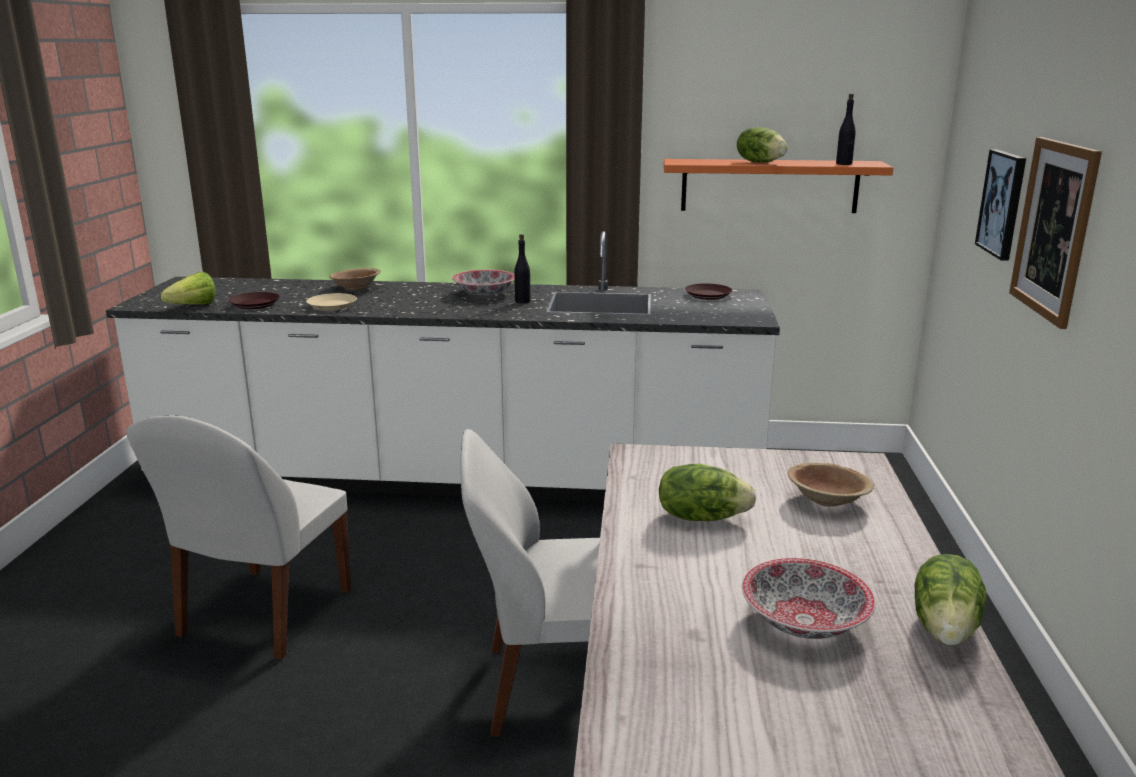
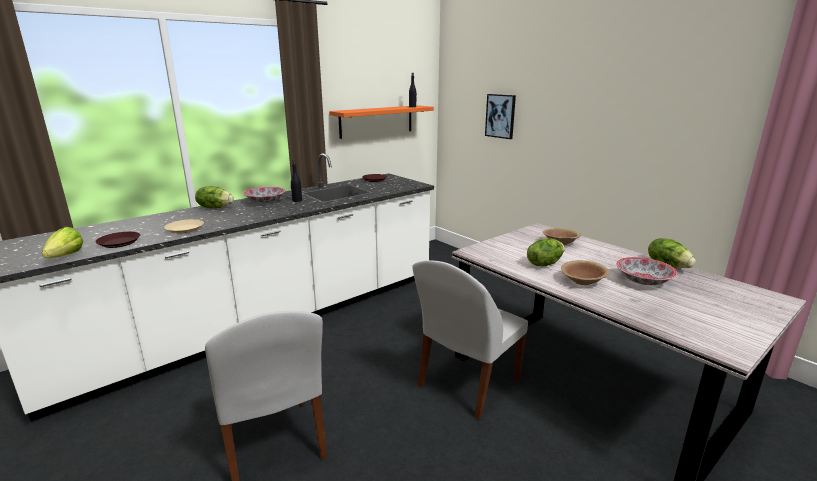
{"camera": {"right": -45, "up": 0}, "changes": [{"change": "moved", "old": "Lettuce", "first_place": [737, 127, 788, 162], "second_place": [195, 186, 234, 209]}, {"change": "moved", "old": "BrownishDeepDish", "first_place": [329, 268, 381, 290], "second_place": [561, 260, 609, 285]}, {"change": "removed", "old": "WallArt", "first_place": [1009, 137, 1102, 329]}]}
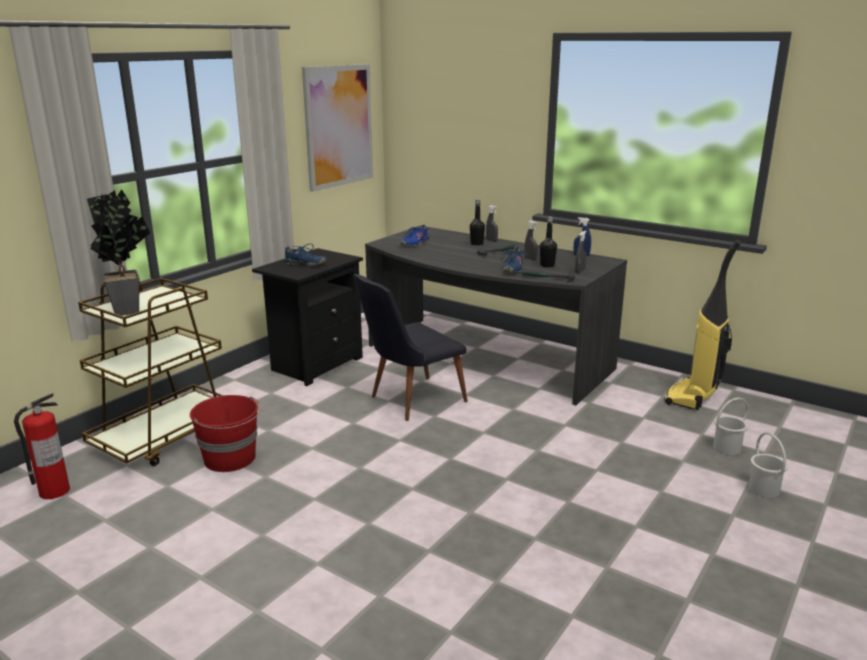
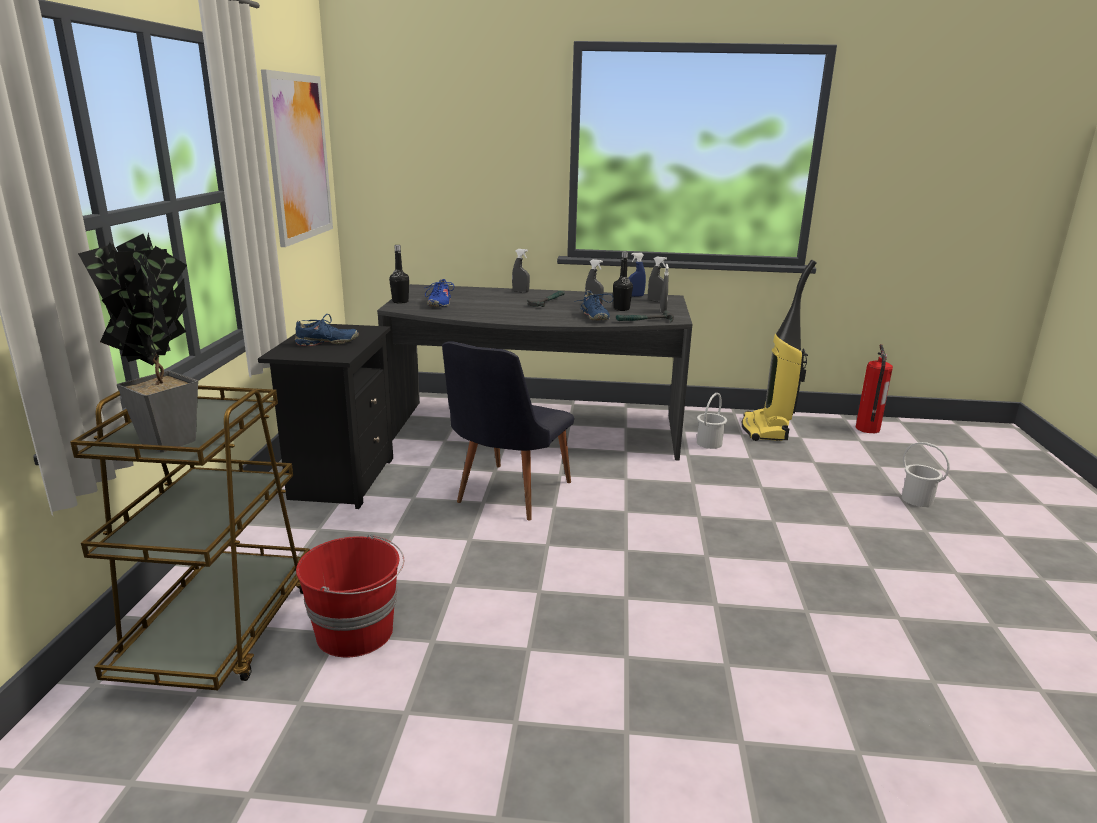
{"camera": {"right": -30, "up": 0}, "changes": [{"change": "moved", "old": "BlackColouredDrinkBottle", "first_place": [470, 199, 485, 246], "second_place": [389, 245, 409, 304]}, {"change": "added", "new": "GreyishSprayBottle", "second_place": [648, 257, 667, 302]}, {"change": "moved", "old": "WhiteColouredBucket", "first_place": [713, 397, 748, 455], "second_place": [697, 393, 727, 449]}, {"change": "moved", "old": "Extinguisher", "first_place": [14, 393, 70, 499], "second_place": [855, 344, 893, 433]}]}
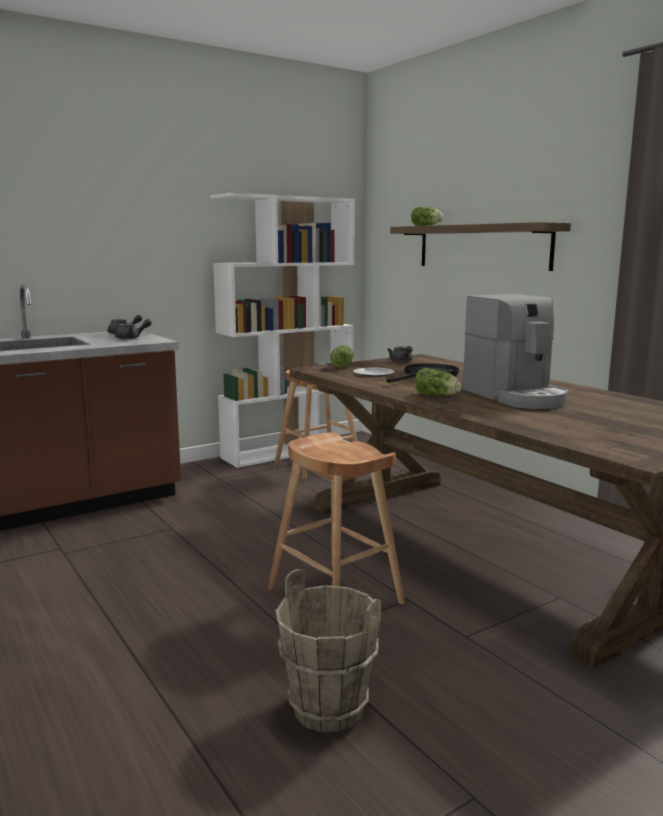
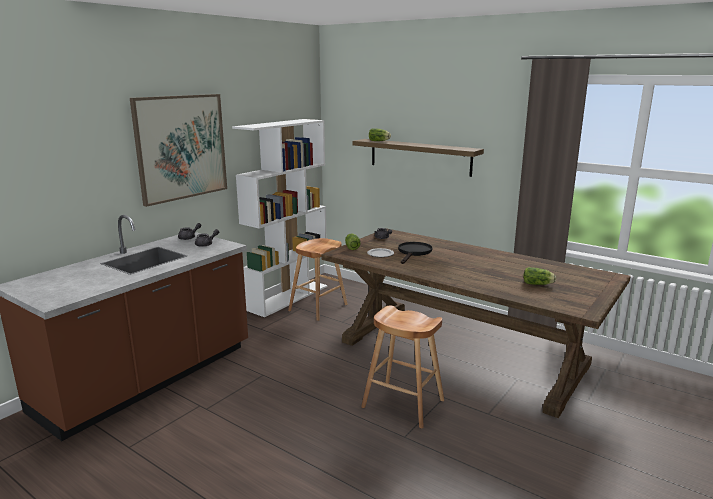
{"camera": {"right": -20, "up": 5}, "changes": [{"change": "added", "new": "WallArt", "second_place": [130, 94, 227, 207]}, {"change": "moved", "old": "Lettuce", "first_place": [414, 368, 462, 396], "second_place": [523, 267, 556, 285]}, {"change": "removed", "old": "BrownishBucket", "first_place": [275, 569, 381, 732]}, {"change": "removed", "old": "CoffeeBrewer", "first_place": [463, 294, 568, 409]}]}
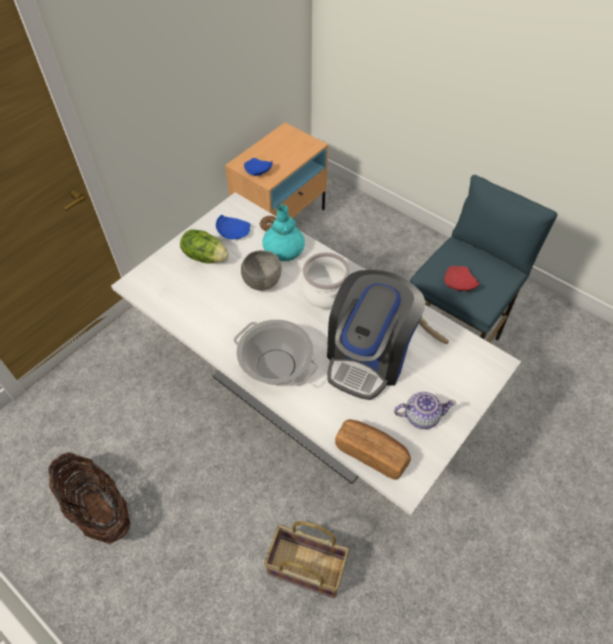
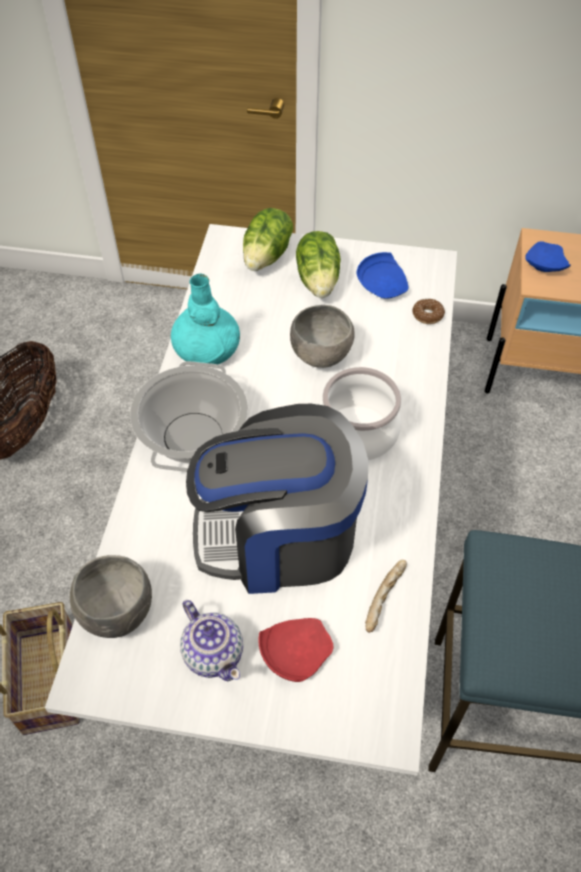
{"camera": {"right": 60, "up": 0}, "changes": [{"change": "replaced", "old": "BakedBread", "new": "GreyishDeepDish", "first_place": [335, 419, 411, 480], "second_place": [70, 555, 152, 638]}, {"change": "moved", "old": "BlueGreenDecorativeVase", "first_place": [262, 204, 305, 261], "second_place": [171, 273, 240, 364]}, {"change": "added", "new": "Lettuce", "second_place": [243, 208, 293, 271]}, {"change": "moved", "old": "RedColouredFlatDish", "first_place": [444, 266, 480, 291], "second_place": [259, 618, 334, 682]}]}
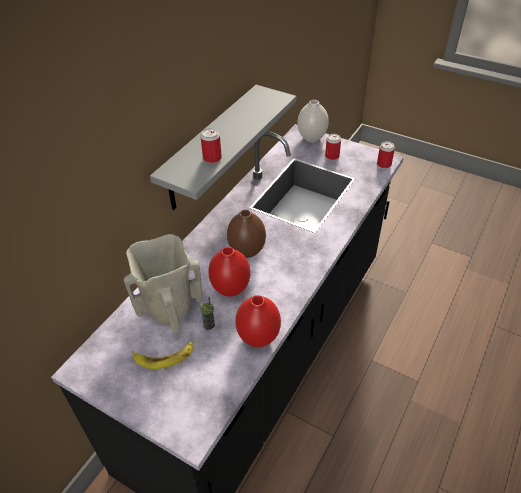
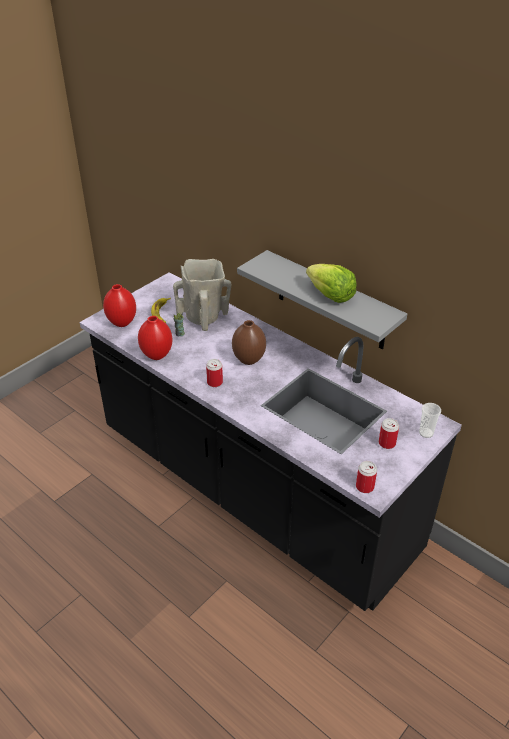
{"camera": {"right": 100, "up": -5}, "changes": [{"change": "moved", "old": "RedColouredDecorativeVase", "first_place": [208, 247, 250, 297], "second_place": [103, 284, 136, 327]}, {"change": "moved", "old": "Can", "first_place": [200, 128, 222, 163], "second_place": [206, 359, 223, 387]}, {"change": "added", "new": "Lettuce", "second_place": [306, 264, 357, 303]}, {"change": "replaced", "old": "WhiteColouredDecorativeVase", "new": "DrinkingCup", "first_place": [297, 100, 329, 142], "second_place": [419, 403, 441, 438]}]}
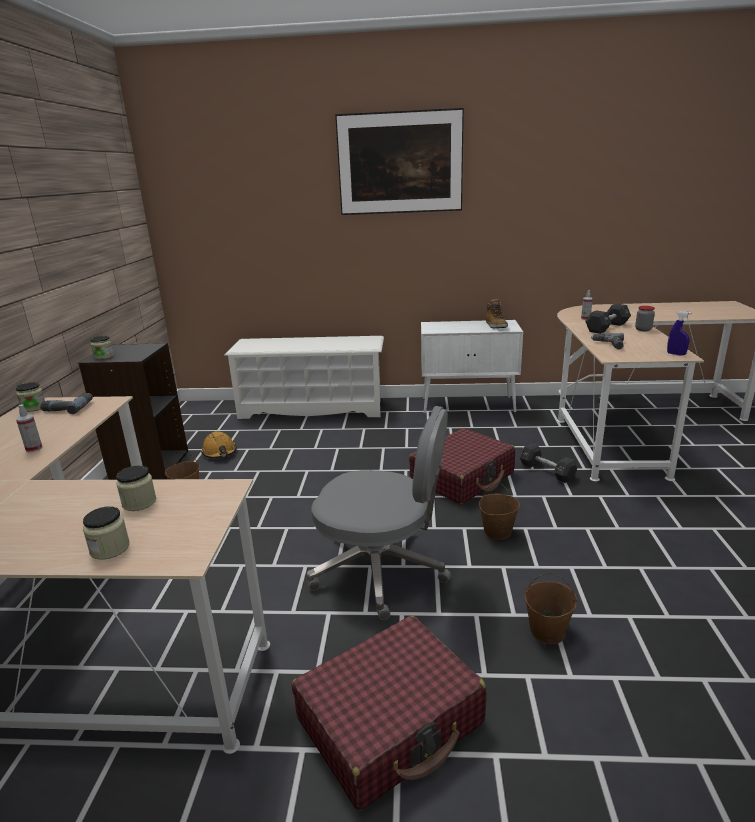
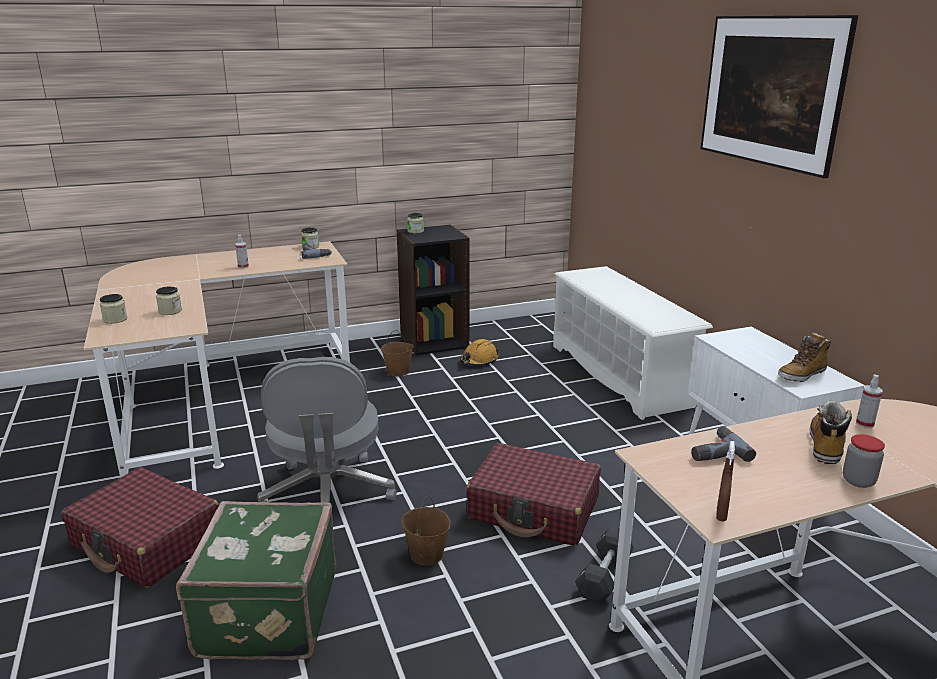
{"camera": {"right": 65, "up": 0}, "changes": [{"change": "replaced", "old": "BrownishBucket", "new": "GreenPieceOfLuggage", "first_place": [525, 572, 577, 644], "second_place": [176, 501, 336, 660]}, {"change": "recoloured", "old": "BlueSprayBottle", "new": "BrownishSprayBottle", "first_place": [667, 311, 692, 356], "second_place": [716, 441, 735, 521]}, {"change": "replaced", "old": "BlackColouredFreeWeight", "new": "HighTopBoot", "first_place": [585, 304, 631, 334], "second_place": [810, 401, 852, 464]}]}
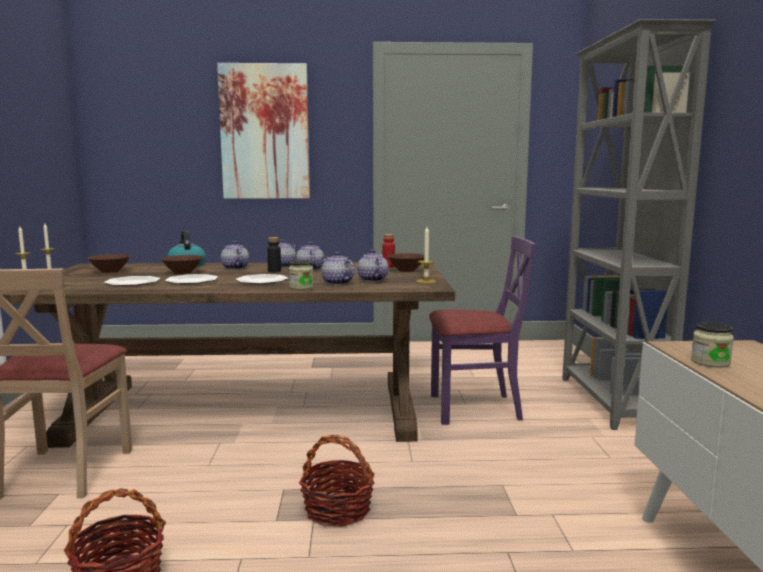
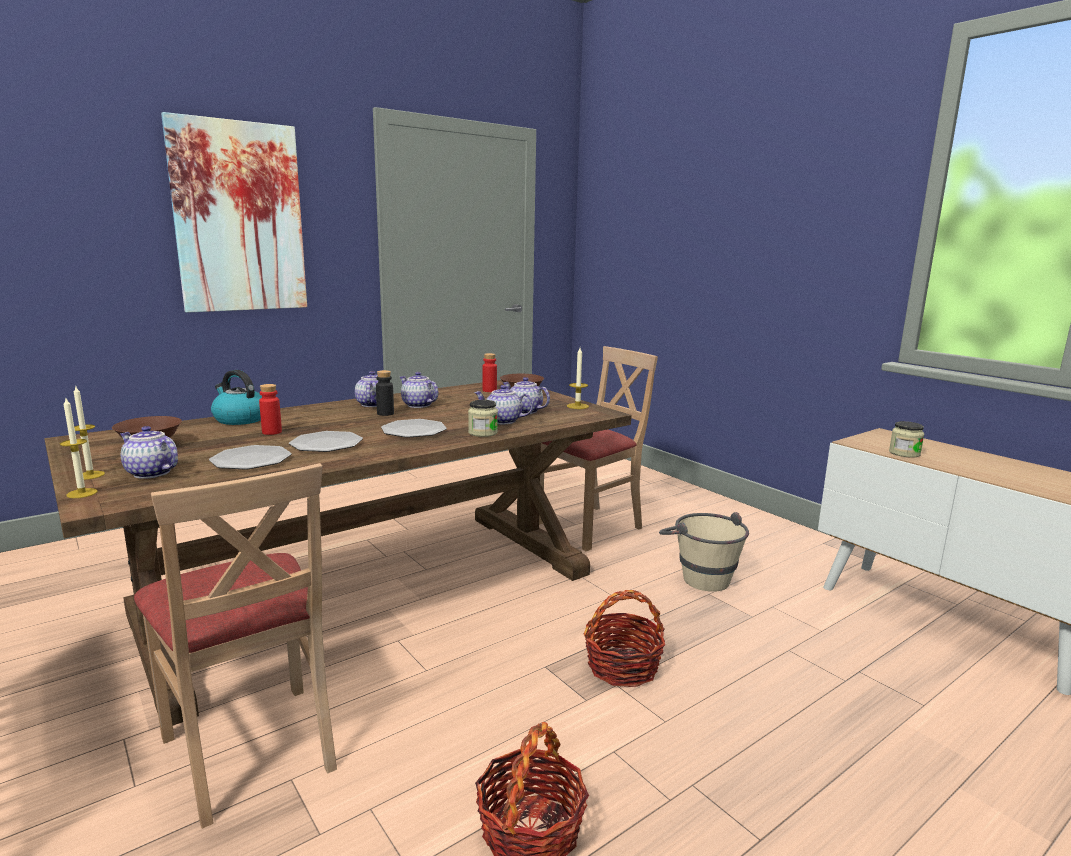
{"camera": {"right": -35, "up": 5}, "changes": [{"change": "moved", "old": "Teapot", "first_place": [221, 241, 249, 270], "second_place": [120, 426, 178, 479]}, {"change": "replaced", "old": "BrownishDeepDish", "new": "RedColouredDrinkBottle", "first_place": [161, 255, 203, 274], "second_place": [259, 384, 282, 435]}, {"change": "recoloured", "old": "PurpleUprightChair", "new": "BeigeColouredUprightChair", "first_place": [429, 236, 536, 425], "second_place": [539, 346, 658, 551]}, {"change": "added", "new": "BeigeColouredBucket", "second_place": [659, 512, 749, 592]}, {"change": "removed", "old": "GreyishBookcase", "first_place": [562, 19, 716, 430]}]}
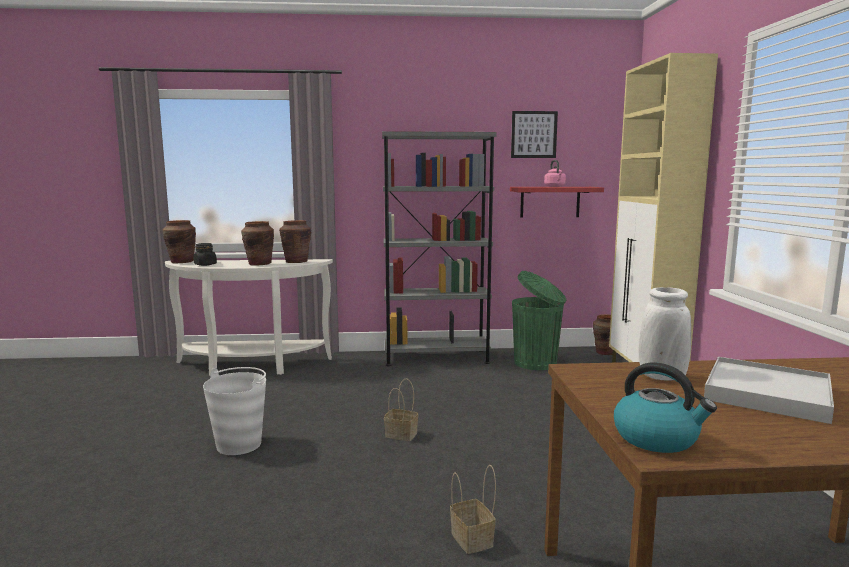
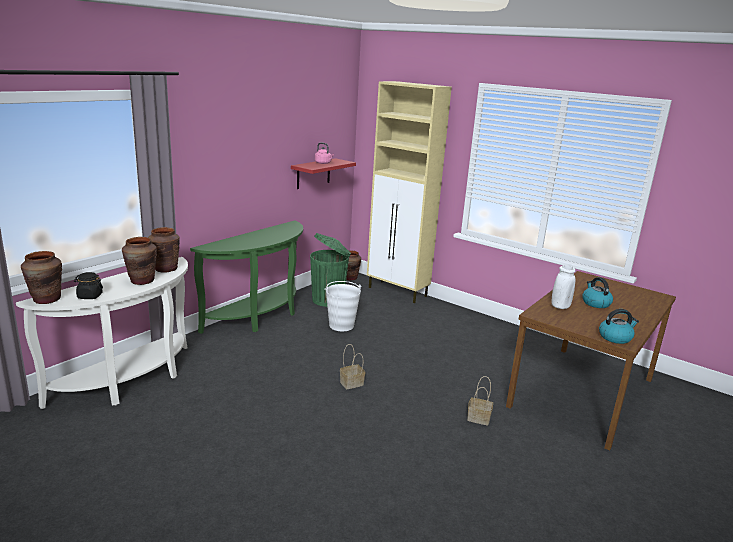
{"camera": {"right": -50, "up": 10}, "changes": [{"change": "replaced", "old": "GreyishBookcase", "new": "GreenConsoleTable", "first_place": [382, 131, 497, 366], "second_place": [190, 220, 303, 334]}, {"change": "moved", "old": "WhiteColouredBucket", "first_place": [203, 367, 266, 455], "second_place": [325, 281, 361, 331]}, {"change": "replaced", "old": "WhiteColouredCarryingTray", "new": "TeaKettle", "first_place": [704, 357, 834, 424], "second_place": [582, 277, 613, 308]}, {"change": "removed", "old": "WallArt", "first_place": [511, 111, 558, 158]}]}
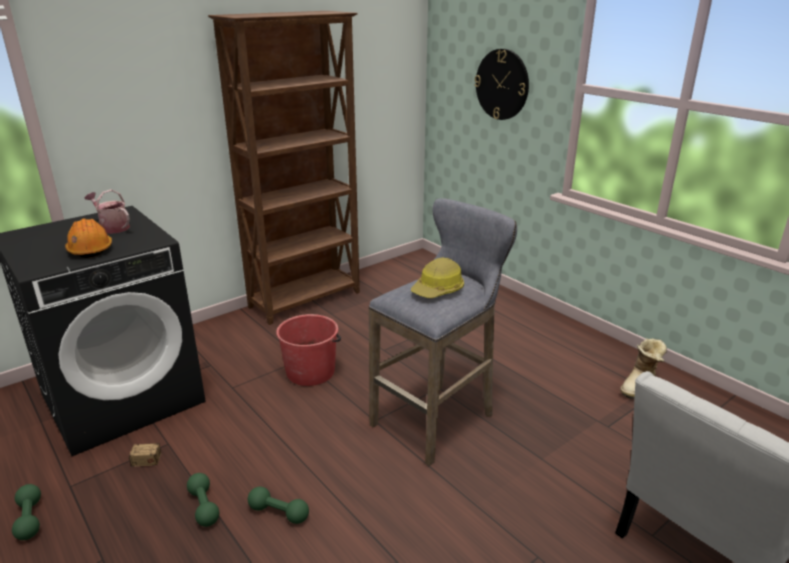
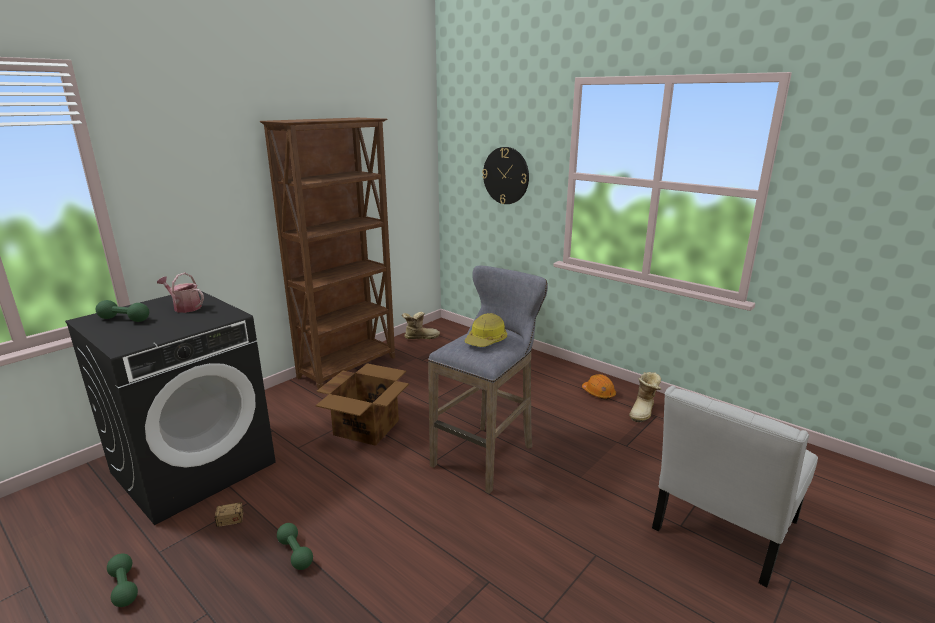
{"camera": {"right": -10, "up": -5}, "changes": [{"change": "moved", "old": "GreenFreeWeight", "first_place": [248, 487, 309, 524], "second_place": [96, 300, 149, 322]}, {"change": "replaced", "old": "RedColouredBucket", "new": "PackingBox", "first_place": [276, 314, 341, 386], "second_place": [316, 364, 409, 446]}, {"change": "added", "new": "HighTopBoot", "second_place": [402, 312, 440, 339]}, {"change": "moved", "old": "OrangeColouredWorkHelmet", "first_place": [65, 218, 112, 258], "second_place": [582, 374, 616, 400]}]}
